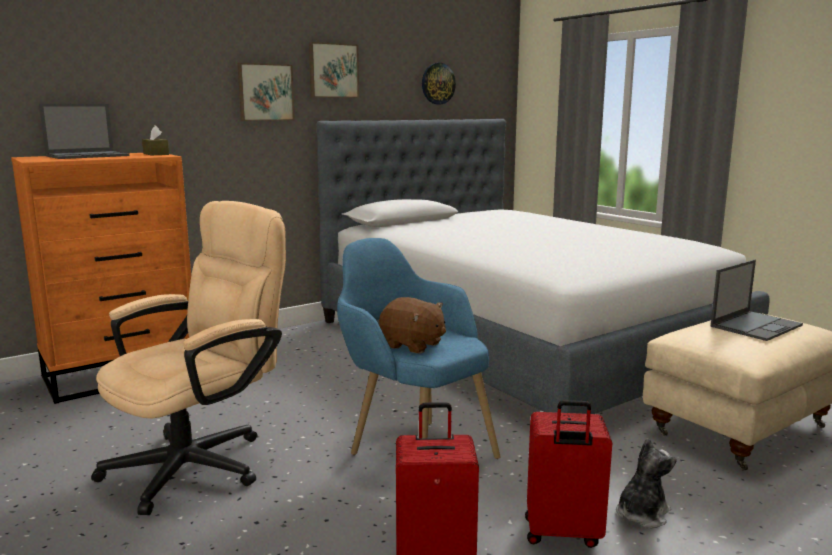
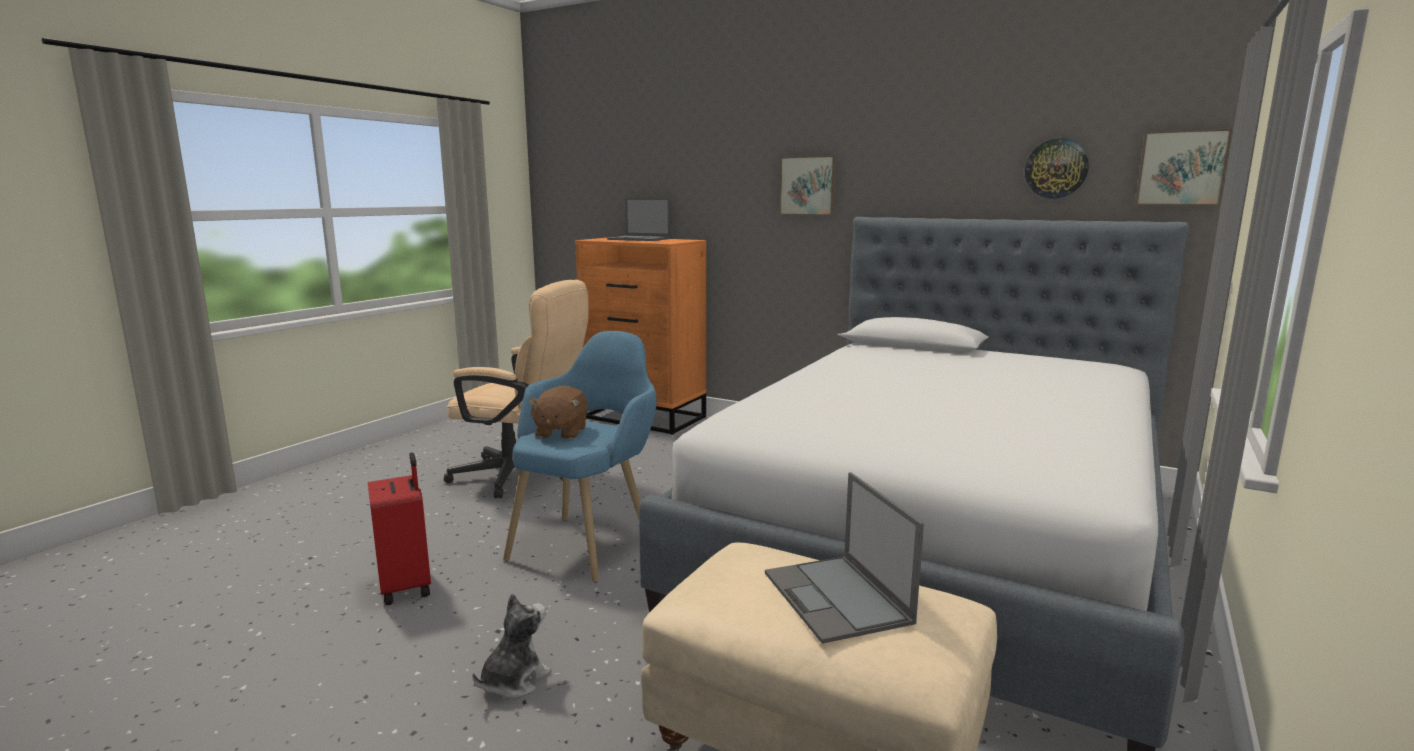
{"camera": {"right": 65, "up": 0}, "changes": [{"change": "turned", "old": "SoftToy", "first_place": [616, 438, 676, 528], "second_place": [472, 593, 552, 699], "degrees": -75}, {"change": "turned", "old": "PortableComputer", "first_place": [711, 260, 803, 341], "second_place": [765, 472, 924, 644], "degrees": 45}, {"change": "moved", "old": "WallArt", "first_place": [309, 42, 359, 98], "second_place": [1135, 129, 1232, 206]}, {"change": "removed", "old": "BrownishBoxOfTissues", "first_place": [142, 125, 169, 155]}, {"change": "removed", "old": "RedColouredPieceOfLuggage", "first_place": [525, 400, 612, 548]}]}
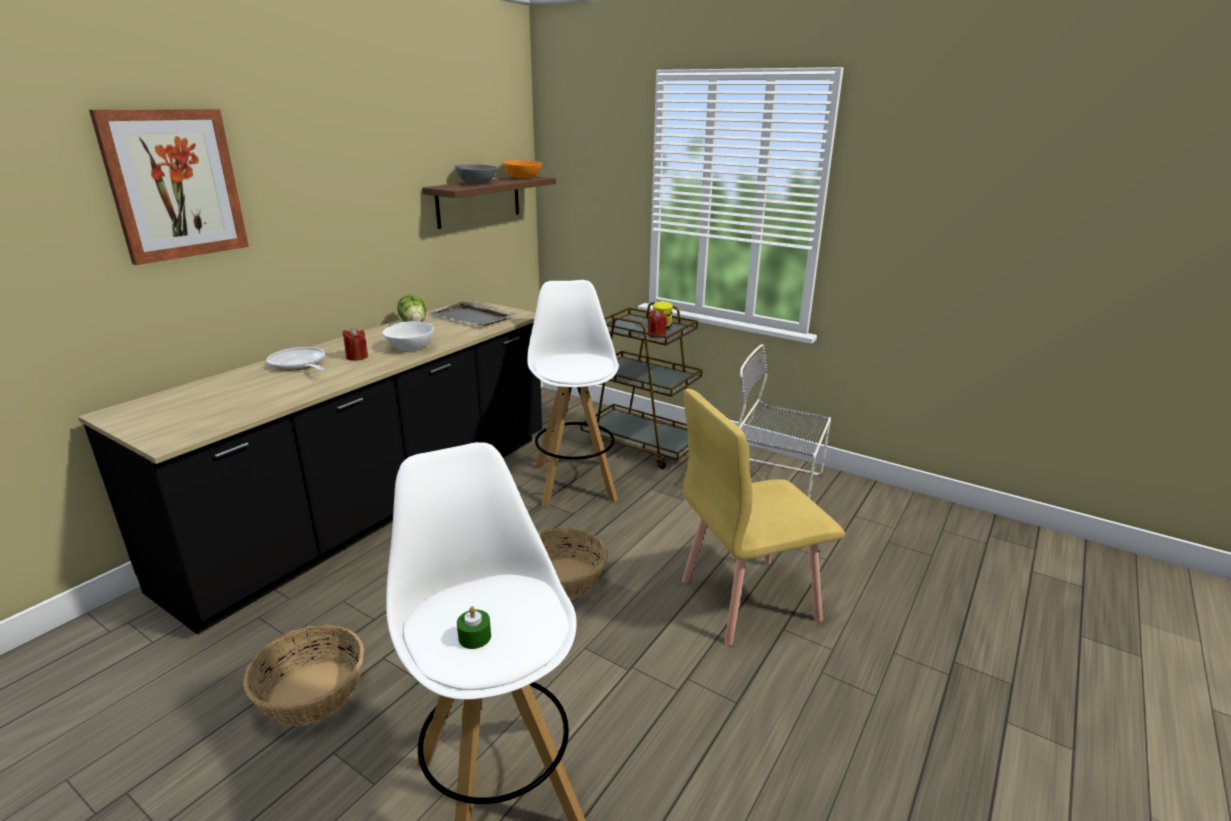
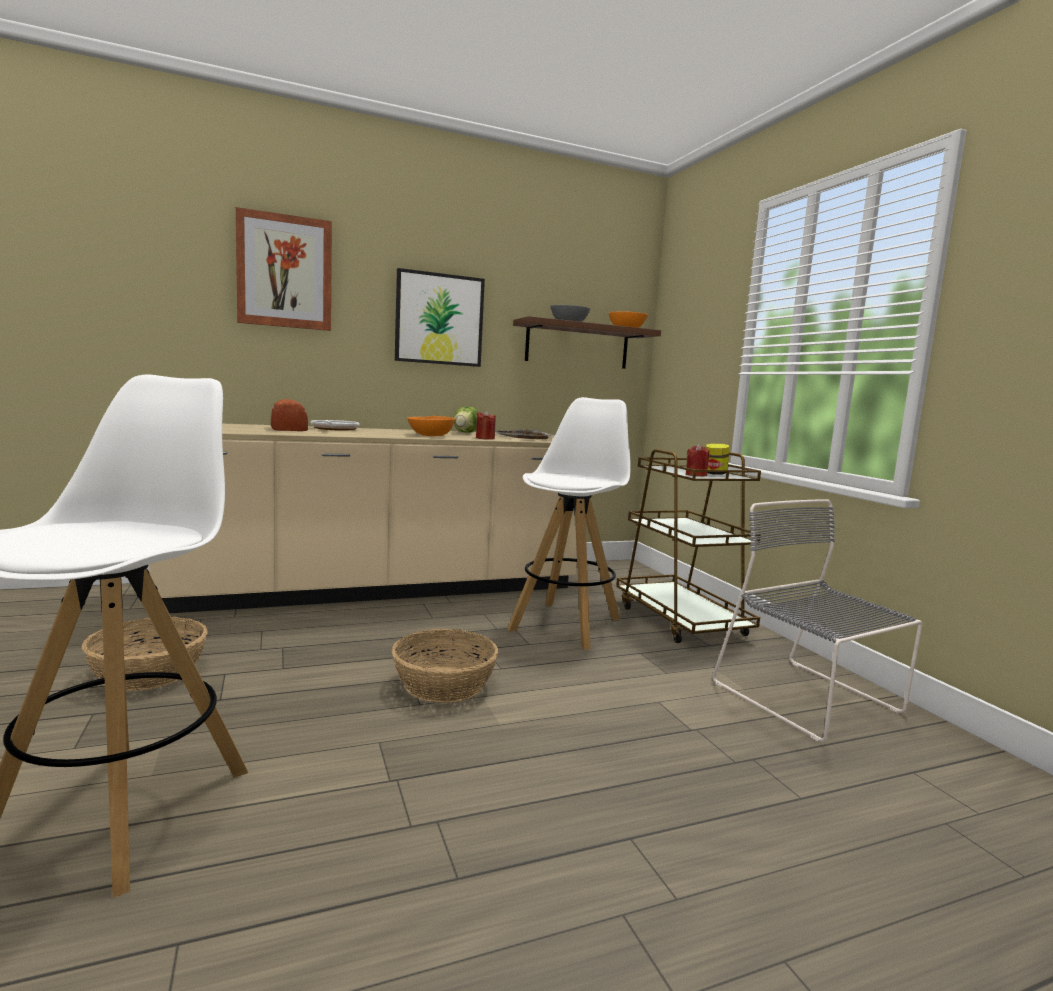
{"camera": {"right": 35, "up": -15}, "changes": [{"change": "recoloured", "old": "BlackColouredKitchenBaseUnit", "new": "BeigeColouredKitchenBaseUnit", "first_place": [78, 299, 542, 635], "second_place": [149, 424, 577, 613]}, {"change": "added", "new": "BakedBread", "second_place": [271, 399, 308, 431]}, {"change": "added", "new": "WallArt", "second_place": [395, 268, 485, 367]}, {"change": "recoloured", "old": "WhiteColouredDeepDish", "new": "OrangeColouredDeepDish", "first_place": [383, 321, 434, 350], "second_place": [407, 416, 455, 436]}, {"change": "moved", "old": "RedColouredWaxLight", "first_place": [343, 328, 368, 361], "second_place": [476, 410, 496, 440]}, {"change": "removed", "old": "GreenWaxLight", "first_place": [457, 606, 491, 649]}, {"change": "removed", "old": "YellowishUprightChair", "first_place": [682, 389, 845, 646]}]}
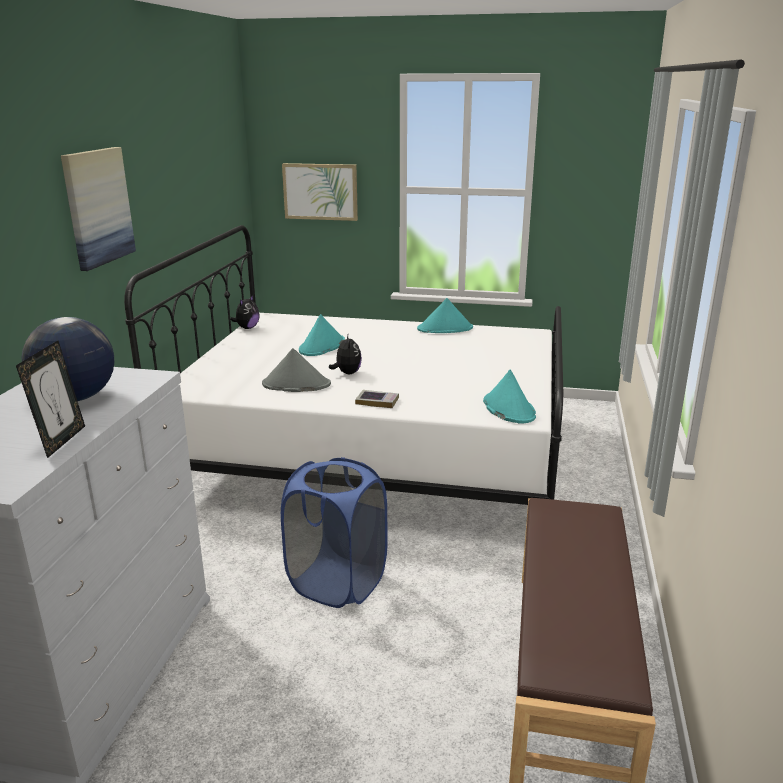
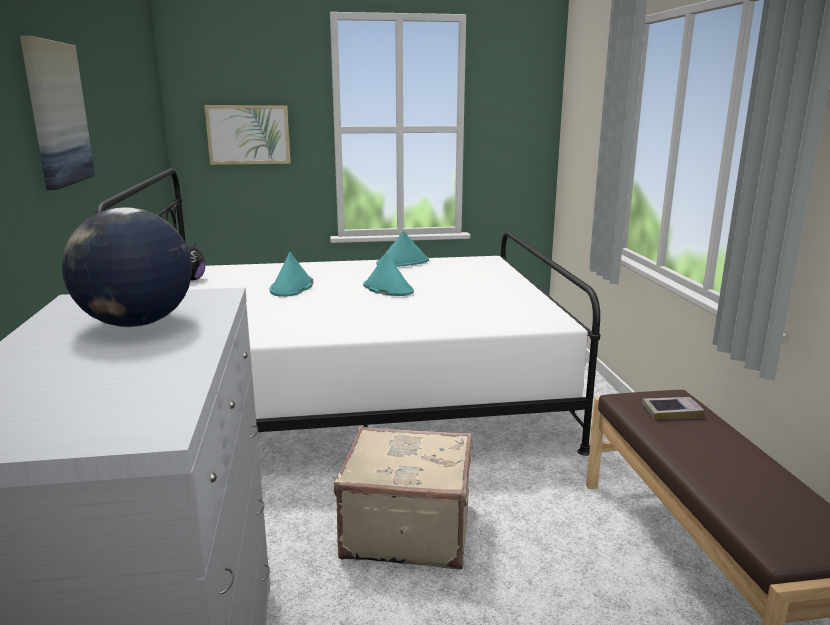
{"camera": {"right": -20, "up": -5}, "changes": [{"change": "replaced", "old": "BlueHamper", "new": "BeigeColouredPieceOfLuggage", "first_place": [281, 457, 388, 608], "second_place": [334, 426, 472, 570]}, {"change": "moved", "old": "BlueGreenHat", "first_place": [483, 370, 536, 423], "second_place": [363, 252, 414, 296]}, {"change": "moved", "old": "BoundBook", "first_place": [355, 390, 399, 408], "second_place": [642, 397, 704, 419]}, {"change": "removed", "old": "PictureFrame", "first_place": [16, 341, 85, 458]}, {"change": "removed", "old": "GreyishHat", "first_place": [262, 348, 331, 392]}, {"change": "removed", "old": "SoftToy", "first_place": [329, 333, 362, 374]}]}
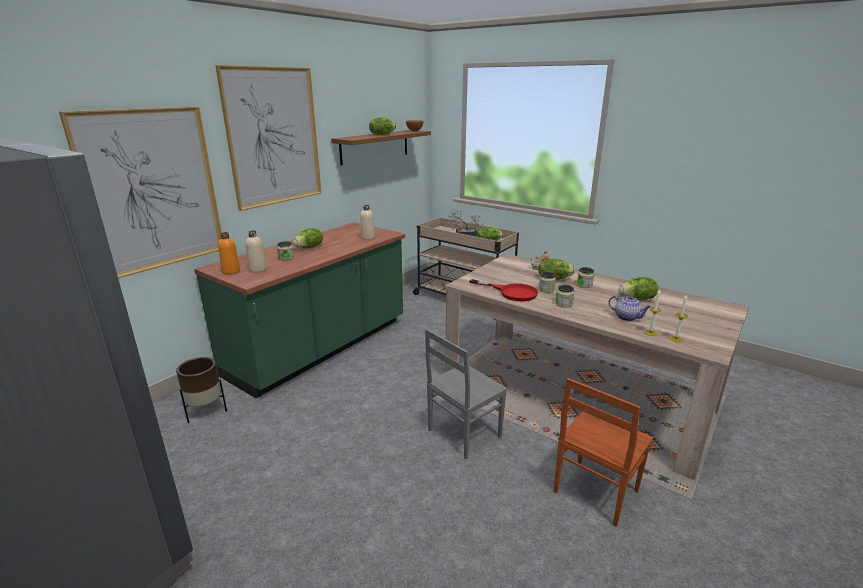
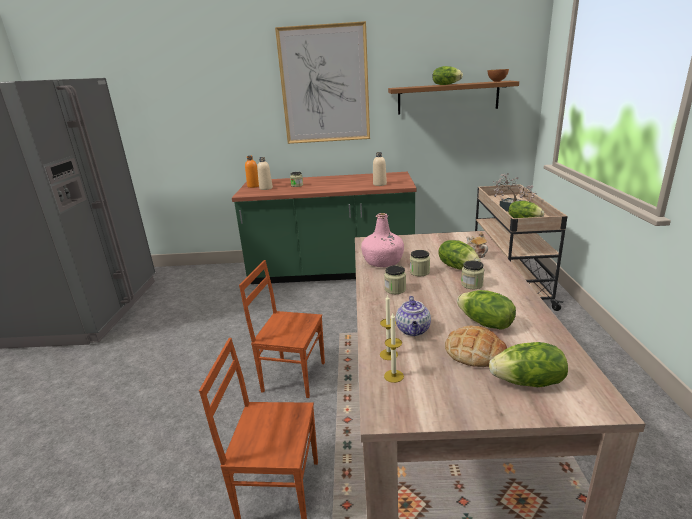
{"camera": {"right": 55, "up": 0}, "changes": [{"change": "recoloured", "old": "GreyishUprightChair", "new": "BrownishUprightChair", "first_place": [425, 328, 507, 459], "second_place": [239, 260, 325, 398]}, {"change": "replaced", "old": "RedColouredFryingPan", "new": "PinkishDrinkBottle", "first_place": [469, 279, 539, 301], "second_place": [361, 213, 404, 267]}, {"change": "added", "new": "BakedBread", "second_place": [445, 325, 507, 367]}, {"change": "moved", "old": "Lettuce", "first_place": [293, 228, 323, 249], "second_place": [489, 342, 568, 387]}, {"change": "removed", "old": "WallArt", "first_place": [59, 107, 222, 278]}, {"change": "removed", "old": "BrownishPlantPot", "first_place": [176, 357, 227, 423]}]}
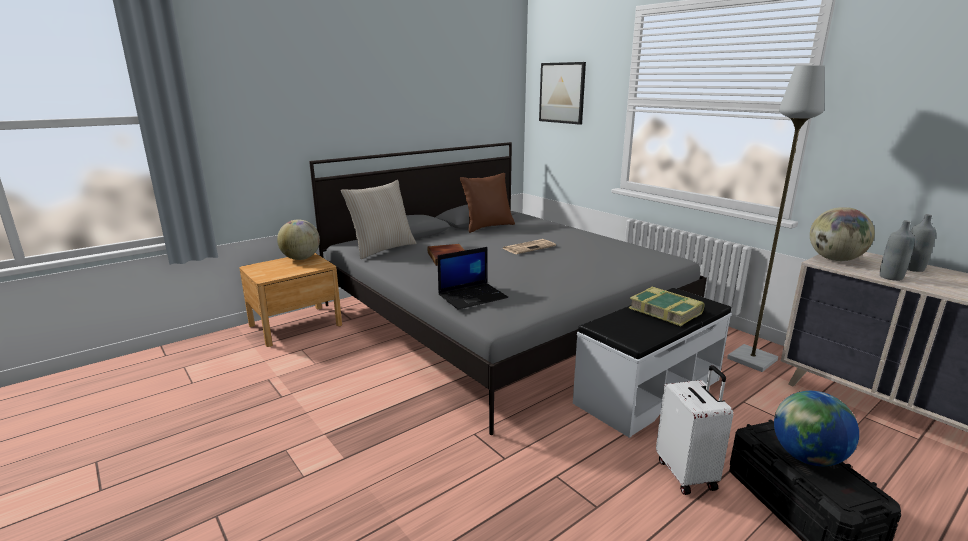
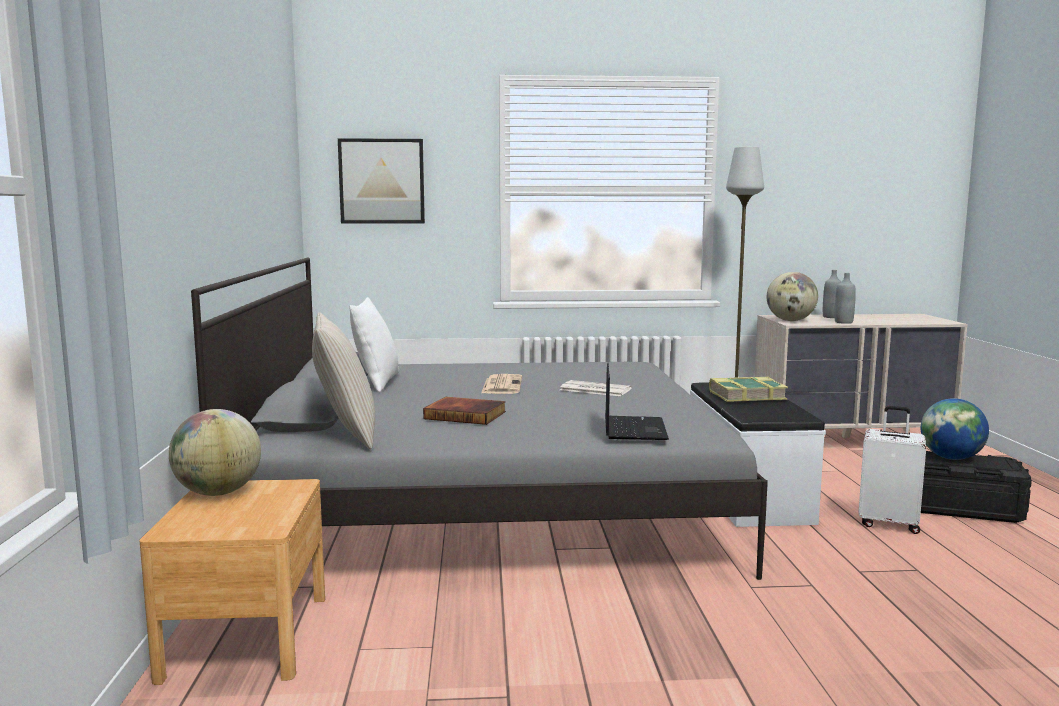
{"camera": {"right": -55, "up": -10}, "changes": [{"change": "recoloured", "old": "BrownishThrowPillow", "new": "WhiteColouredThrowPillow", "first_place": [460, 173, 515, 233], "second_place": [349, 297, 399, 392]}, {"change": "added", "new": "PrintedPaper", "second_place": [560, 380, 632, 396]}]}
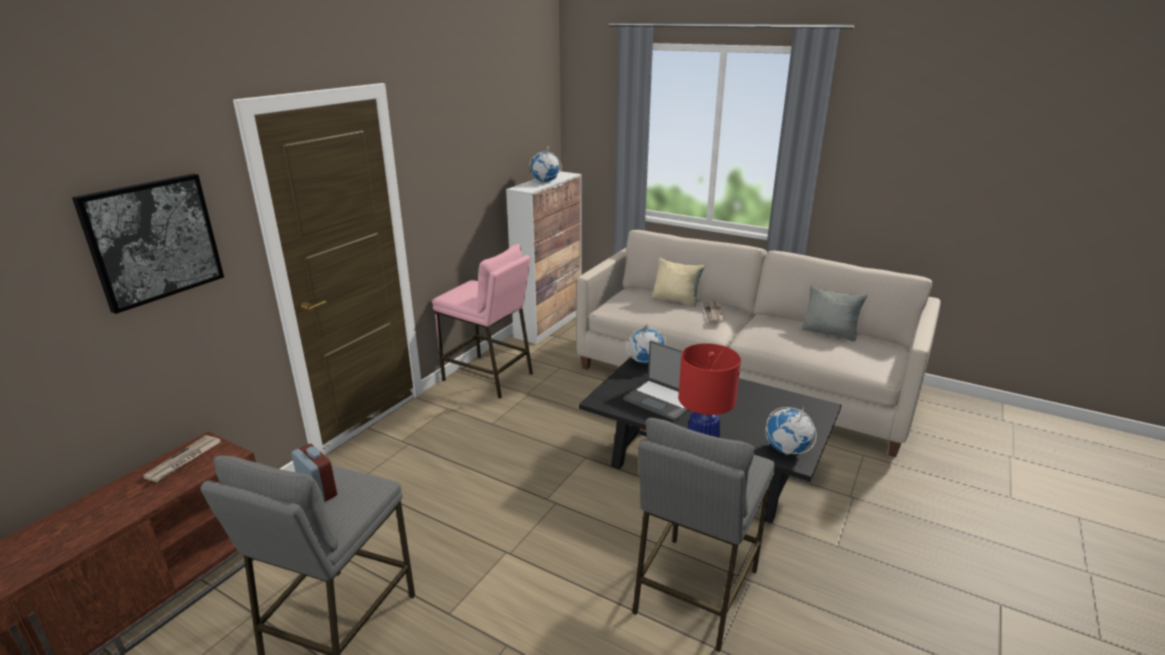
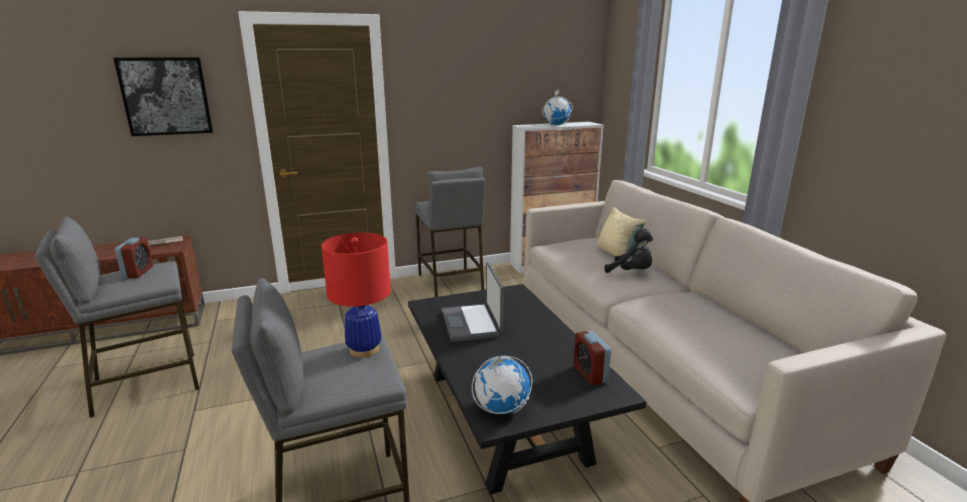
{"camera": {"right": 40, "up": -5}, "changes": [{"change": "recoloured", "old": "PinkishStool", "new": "GreyishStool", "first_place": [432, 244, 533, 399], "second_place": [414, 167, 485, 297]}, {"change": "added", "new": "TableClock", "second_place": [574, 330, 611, 385]}, {"change": "replaced", "old": "PrintedPaper", "new": "BlackColouredSoftToy", "first_place": [703, 301, 725, 323], "second_place": [605, 228, 653, 273]}, {"change": "removed", "old": "DeskGlobe", "first_place": [627, 324, 666, 364]}, {"change": "removed", "old": "GreyishThrowPillow", "first_place": [802, 285, 867, 341]}]}
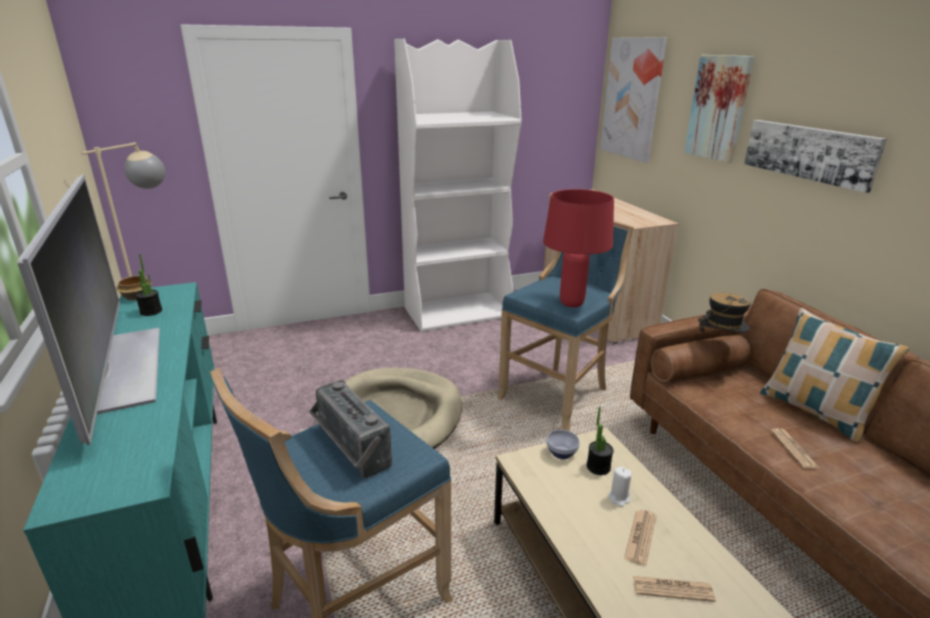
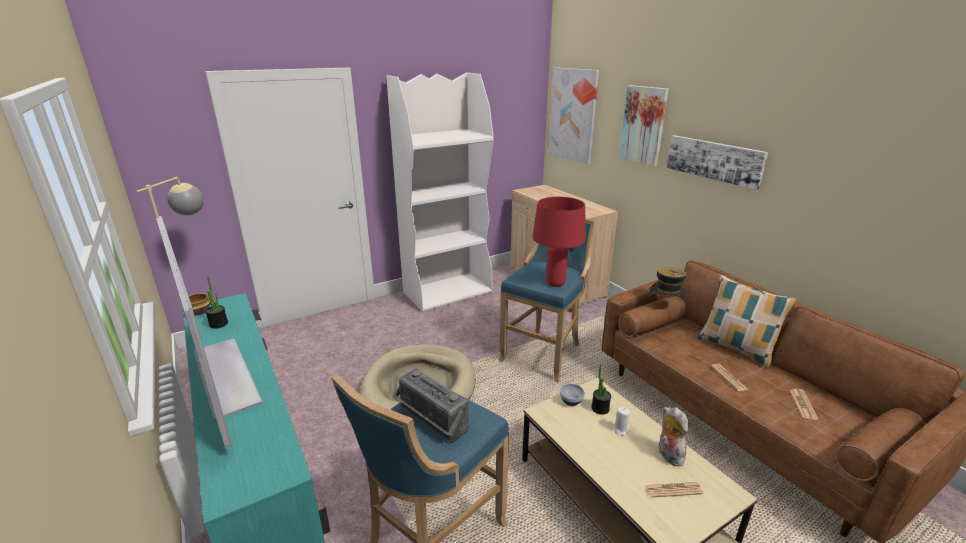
{"camera": {"right": -10, "up": 0}, "changes": [{"change": "added", "new": "SoftToy", "second_place": [659, 407, 688, 466]}, {"change": "moved", "old": "PrintedPaper", "first_place": [624, 510, 656, 566], "second_place": [790, 388, 818, 420]}]}
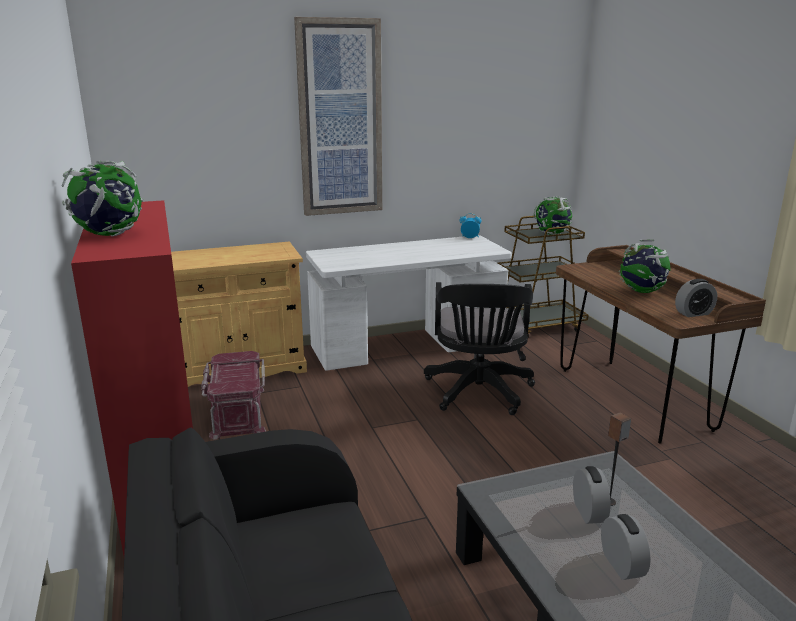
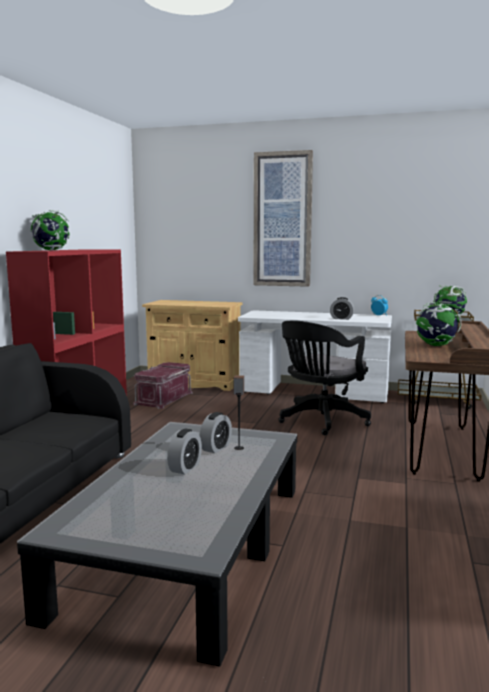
{"camera": {"right": 35, "up": -10}, "changes": [{"change": "moved", "old": "TableClock", "first_place": [675, 279, 717, 317], "second_place": [330, 297, 354, 320]}]}
